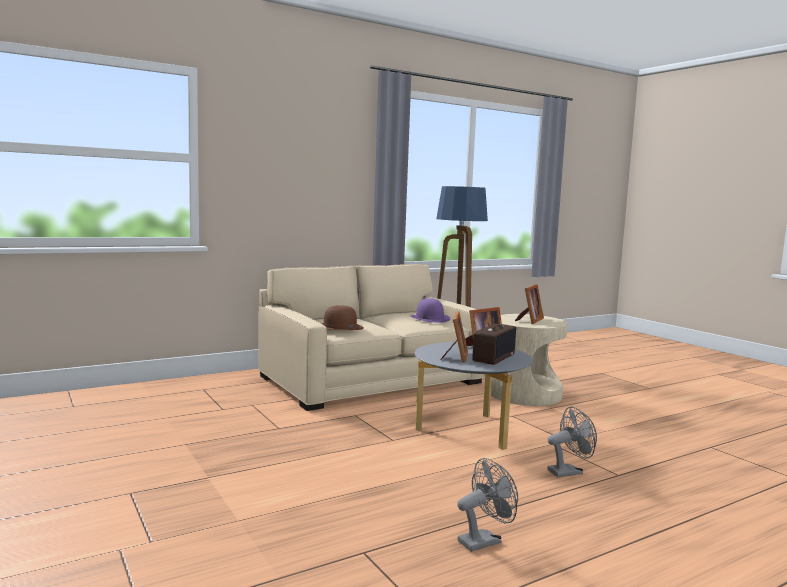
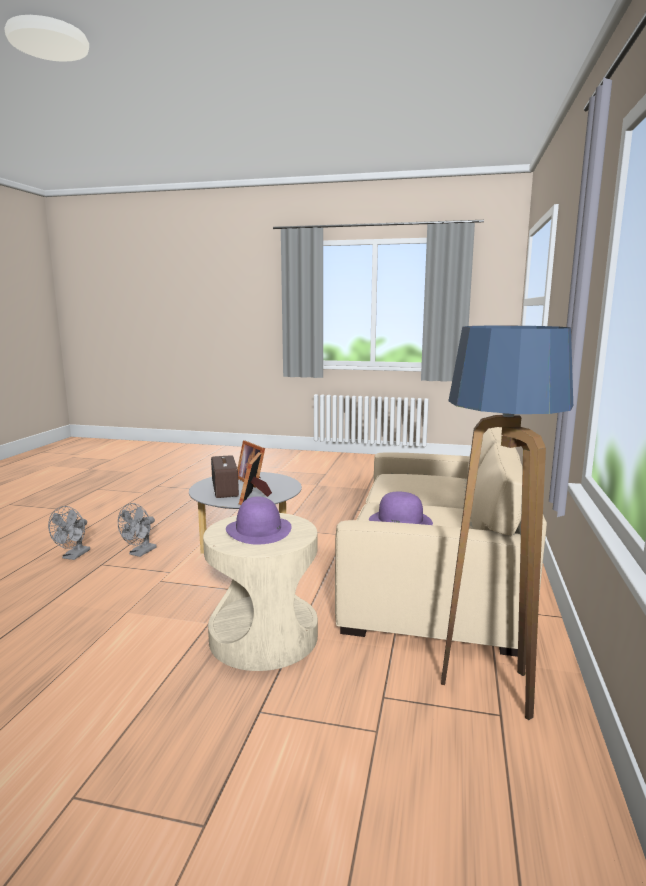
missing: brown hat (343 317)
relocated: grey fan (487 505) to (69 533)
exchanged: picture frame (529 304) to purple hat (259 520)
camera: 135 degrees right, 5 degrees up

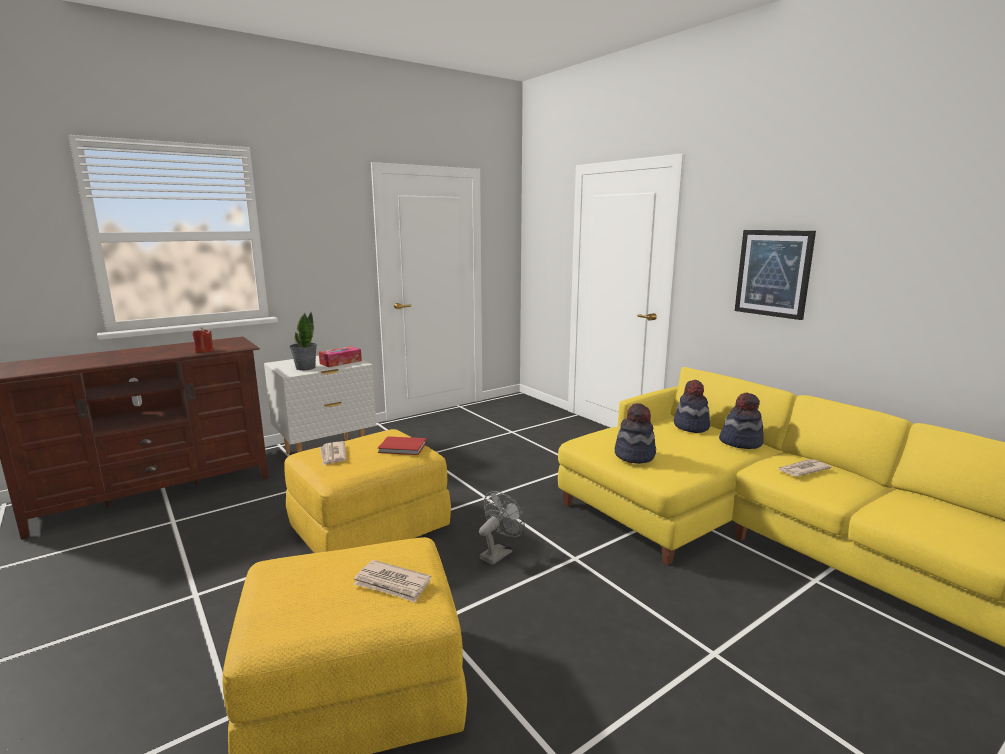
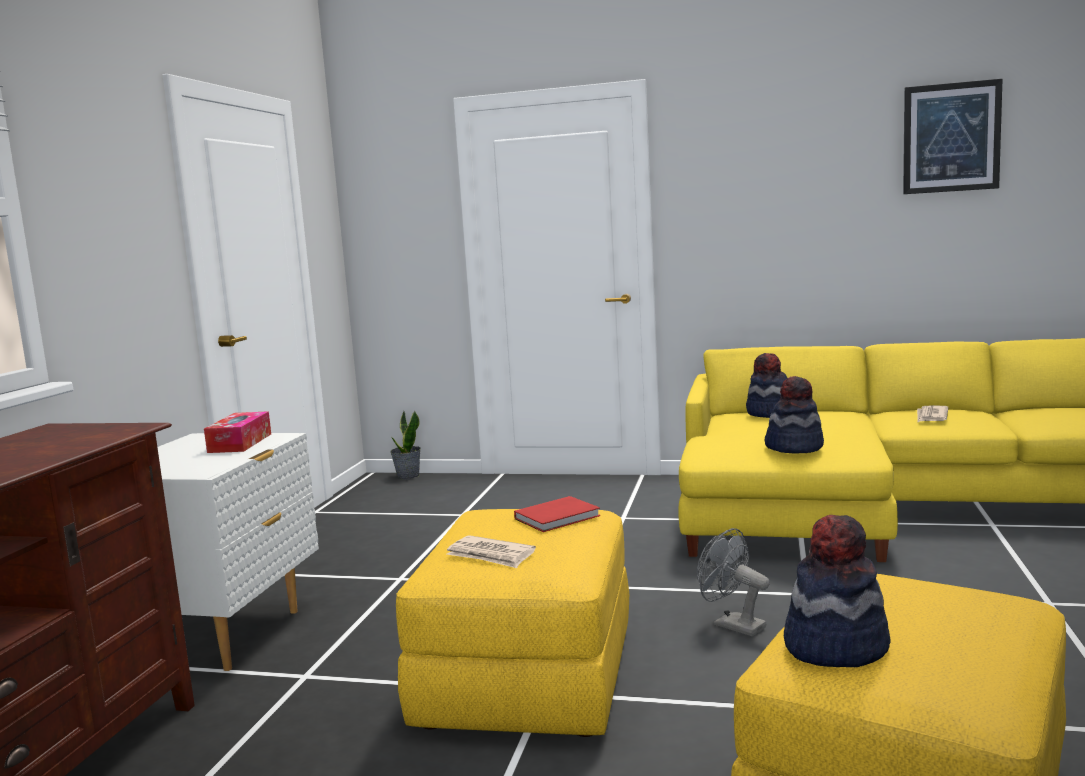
missing: red candle (203 340); newspaper (392 581)
relocated: potted plant (303 341) to (405 445); hat (741 420) to (837 591); picture (775 275) to (953 136)
spun: grey fan (502 528) = (733 582) 45 degrees counterclockwise
camera: 40 degrees left, 5 degrees down

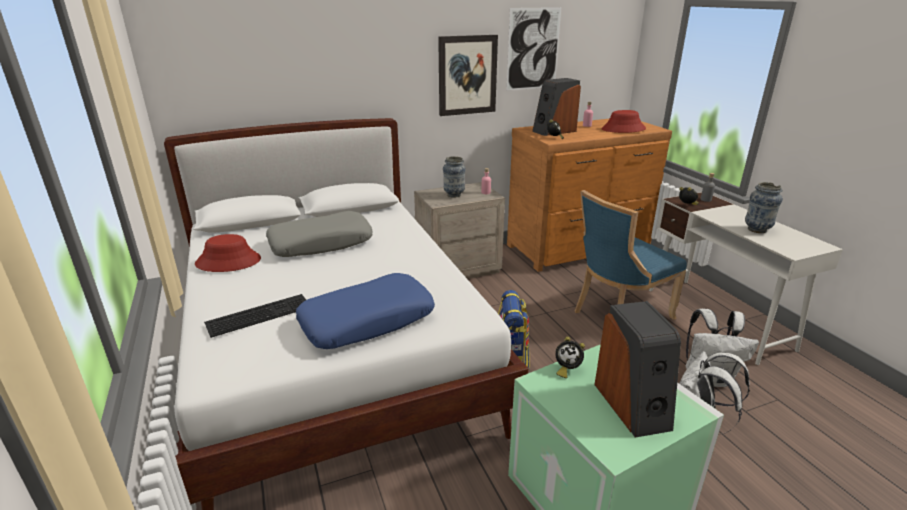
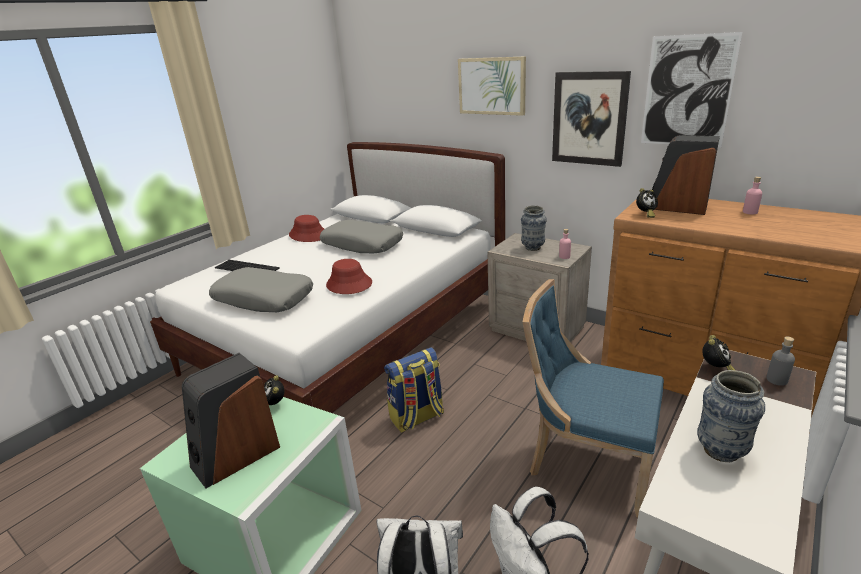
appeared: picture (492 86)
relocated: red hat (623 121) to (349 276)
colour: blue pillow (365 311) to grey pillow (261 289)
camera: 60 degrees right, 0 degrees up

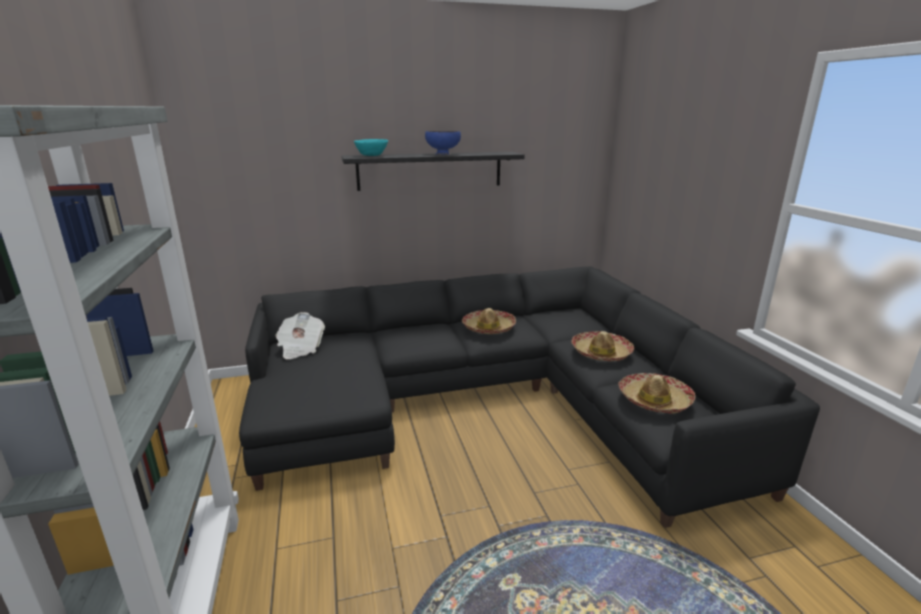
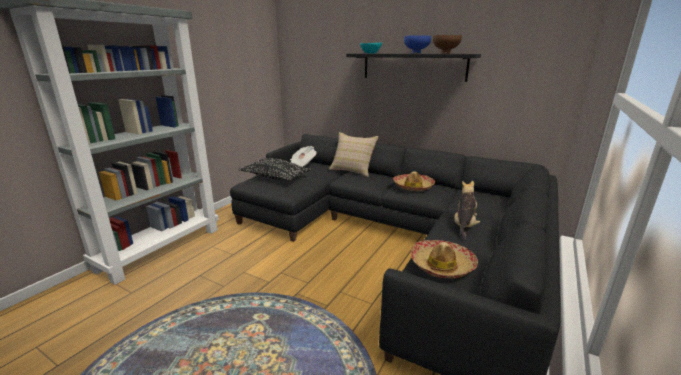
appeared: black pillow (275 169); beige pillow (354 154); brown bowl (447 44)
exchanged: hat (603 346) to plush toy (467 210)
camera: 45 degrees right, 0 degrees up

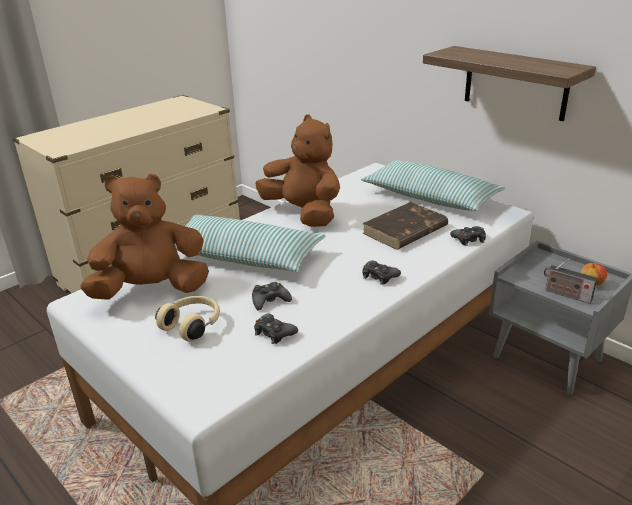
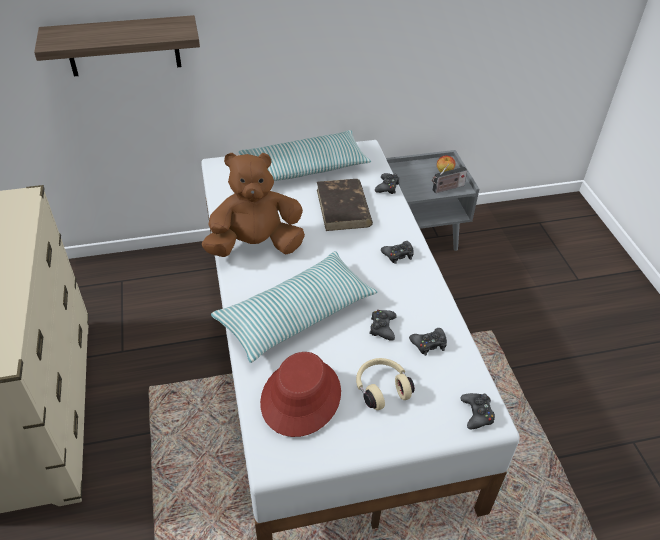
appeared: black game controller (477 411)
relocated: shelf (509 83) to (117 45)
exchanged: brown plush toy (144 237) to red hat (300 394)
camera: 60 degrees left, 15 degrees up

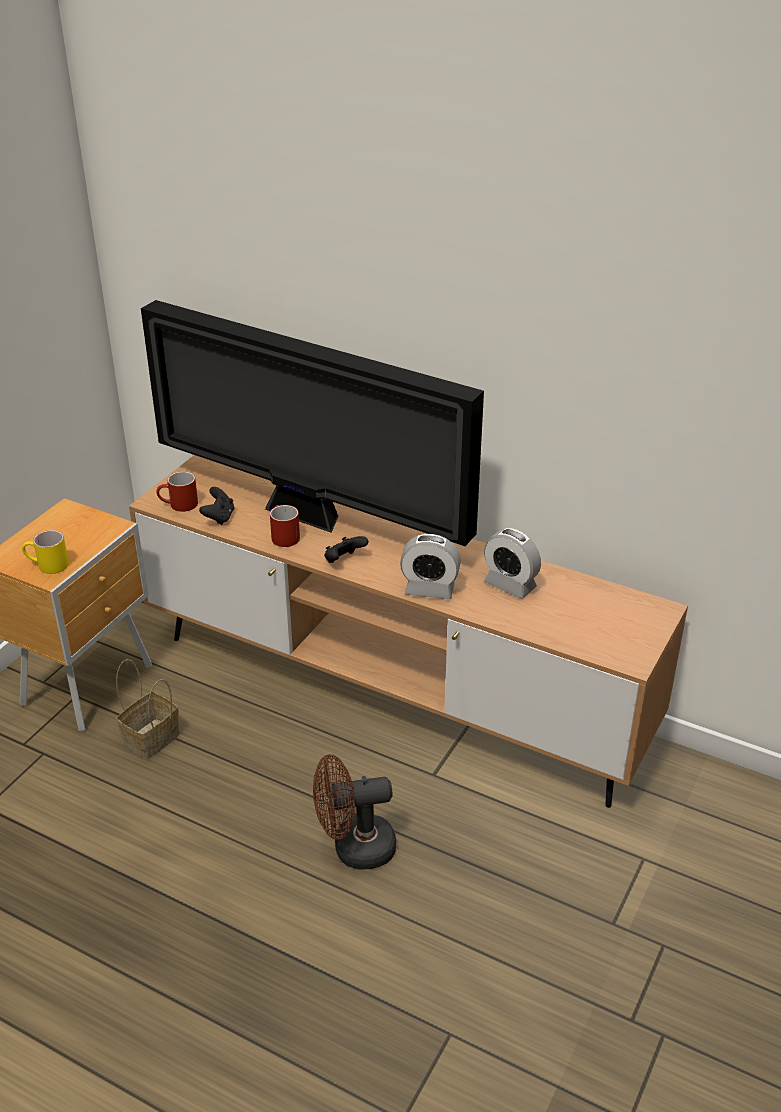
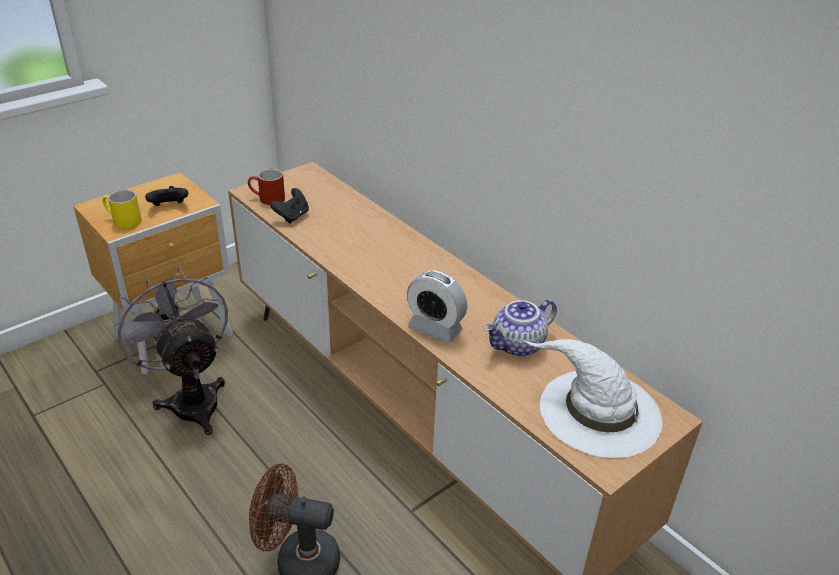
missing: television (312 423); red mug (285 526)
appeared: white hat (593 398)
relocated: black game controller (346 549) to (166 196)
exchanged: basket (148 709) to grey fan (170 351); alarm clock (512 563) to teapot (520 328)
camera: 20 degrees right, 0 degrees up

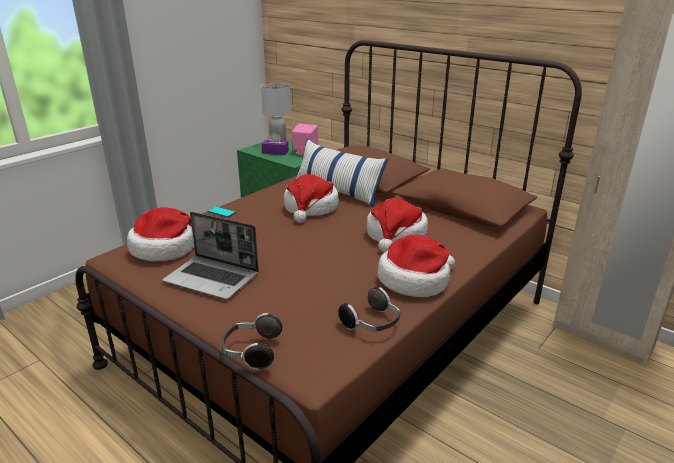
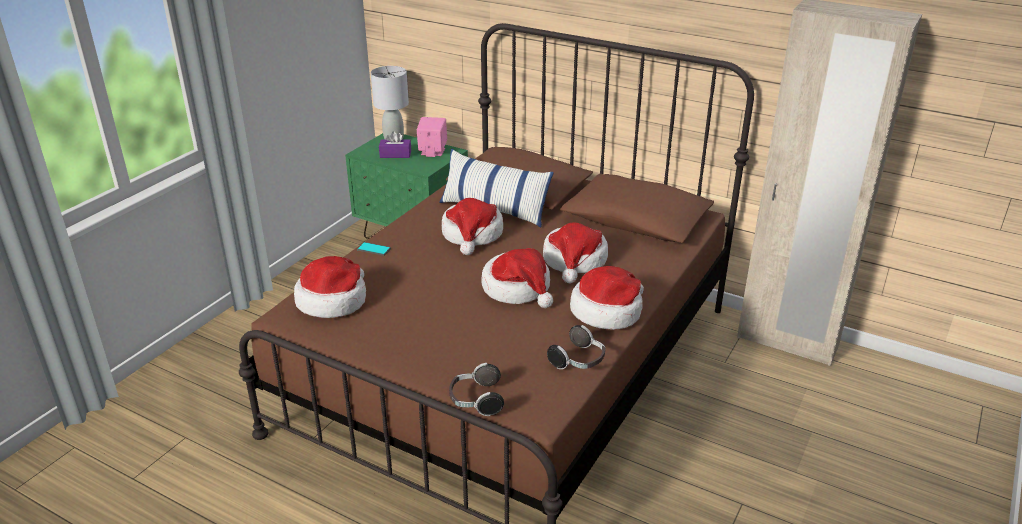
missing: laptop (211 256)
appeared: hat (517 278)
camera: 10 degrees left, 5 degrees up

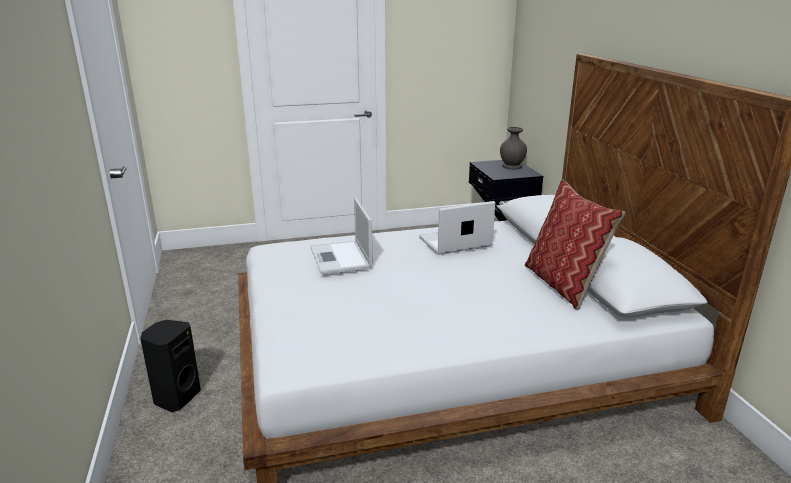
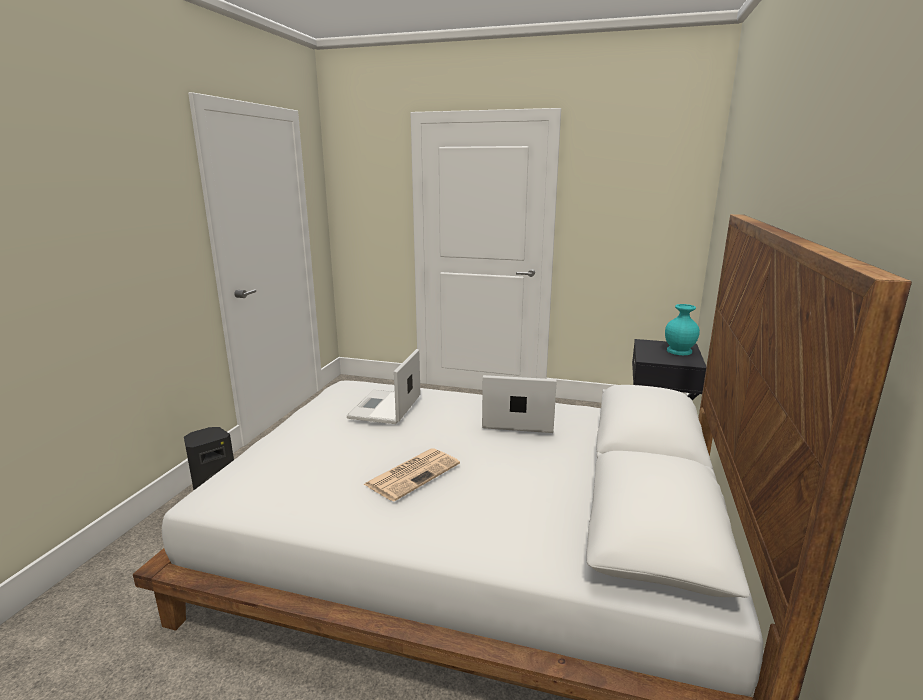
missing: pillow (575 244)
appeared: newspaper (412 475)
colour: grey vase (513 148) to turquoise vase (682 329)
camera: 30 degrees right, 5 degrees down

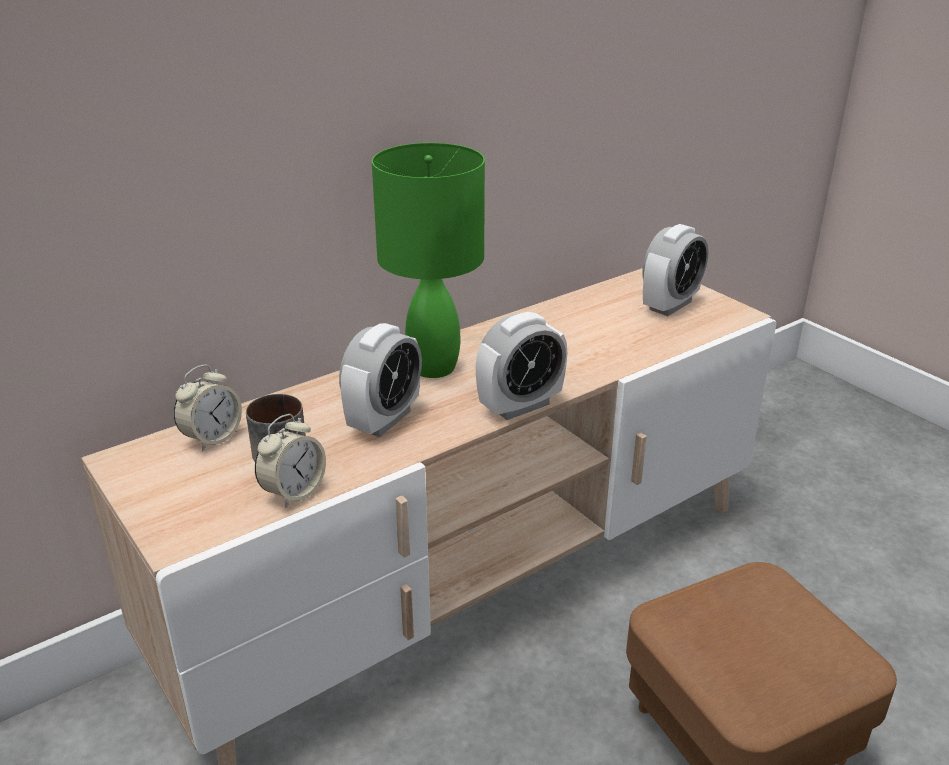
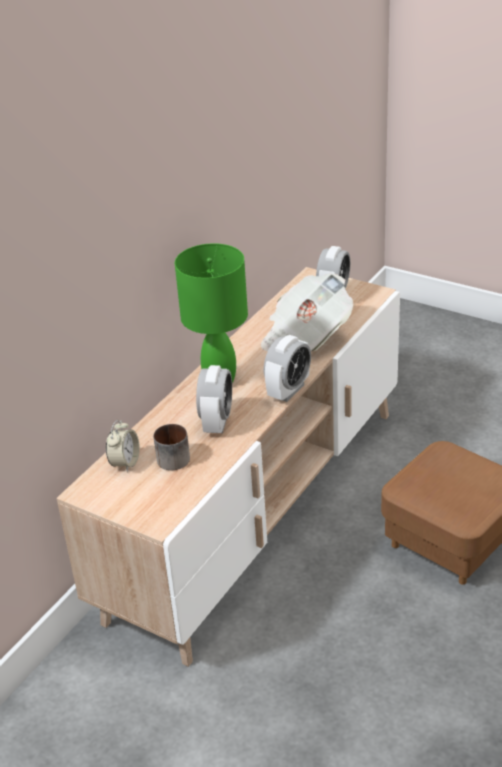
missing: alarm clock (290 461)
appeared: newspaper (306 313)
camera: 20 degrees left, 5 degrees up

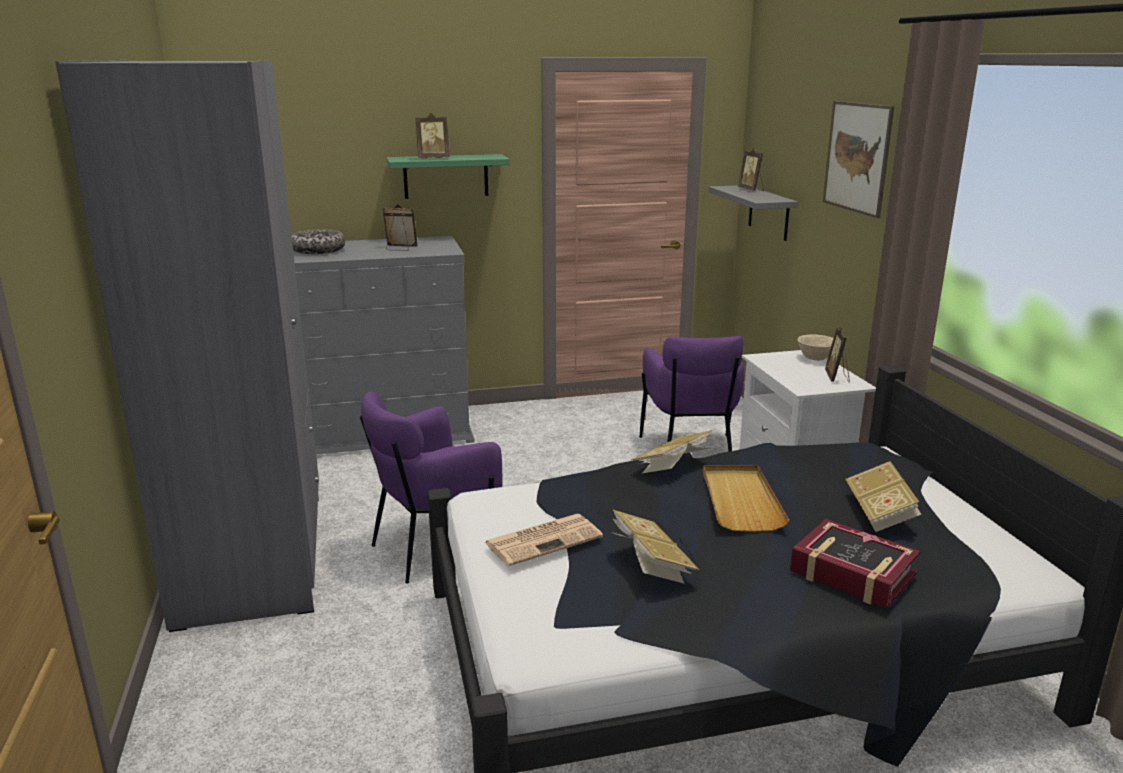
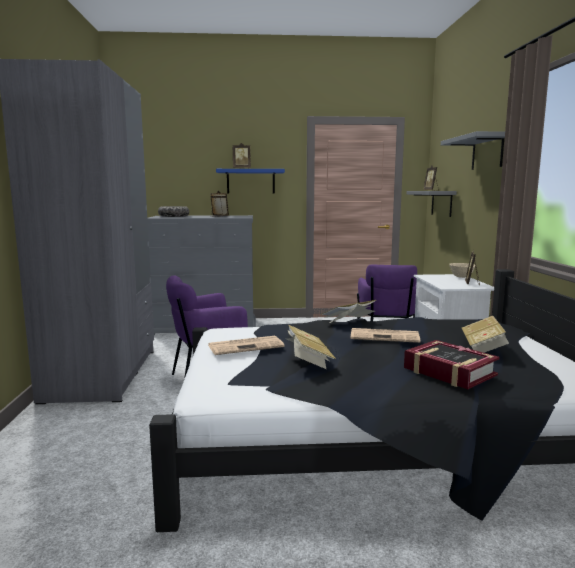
exchanged: beige tray (746 498) to newspaper (385 335); picture (858 159) to grey shelf (473 150)
colour: green shelf (448 176) to blue shelf (250 181)
camera: 10 degrees right, 10 degrees down

